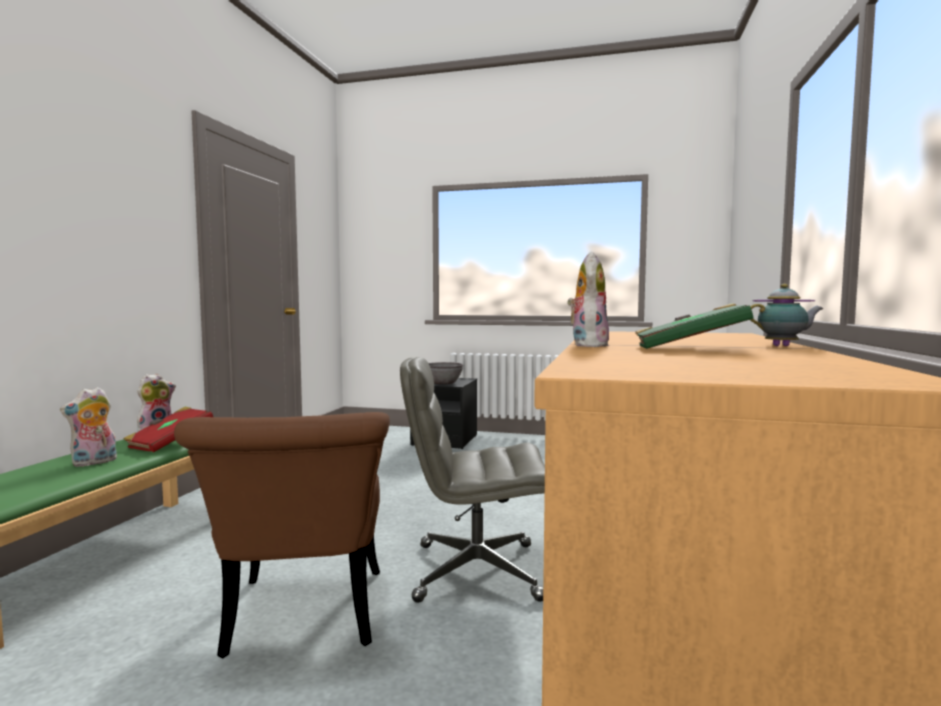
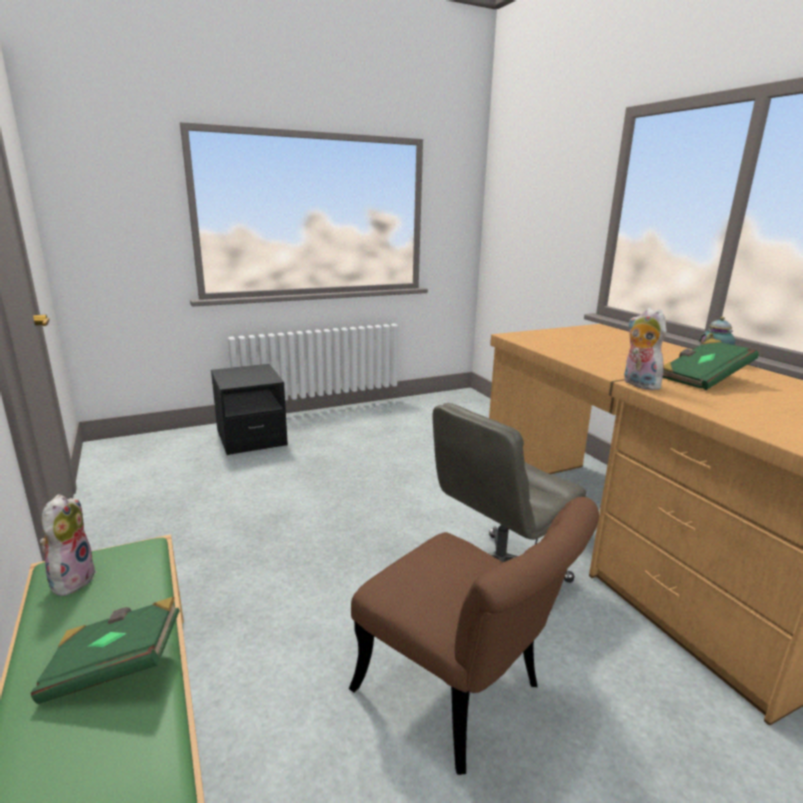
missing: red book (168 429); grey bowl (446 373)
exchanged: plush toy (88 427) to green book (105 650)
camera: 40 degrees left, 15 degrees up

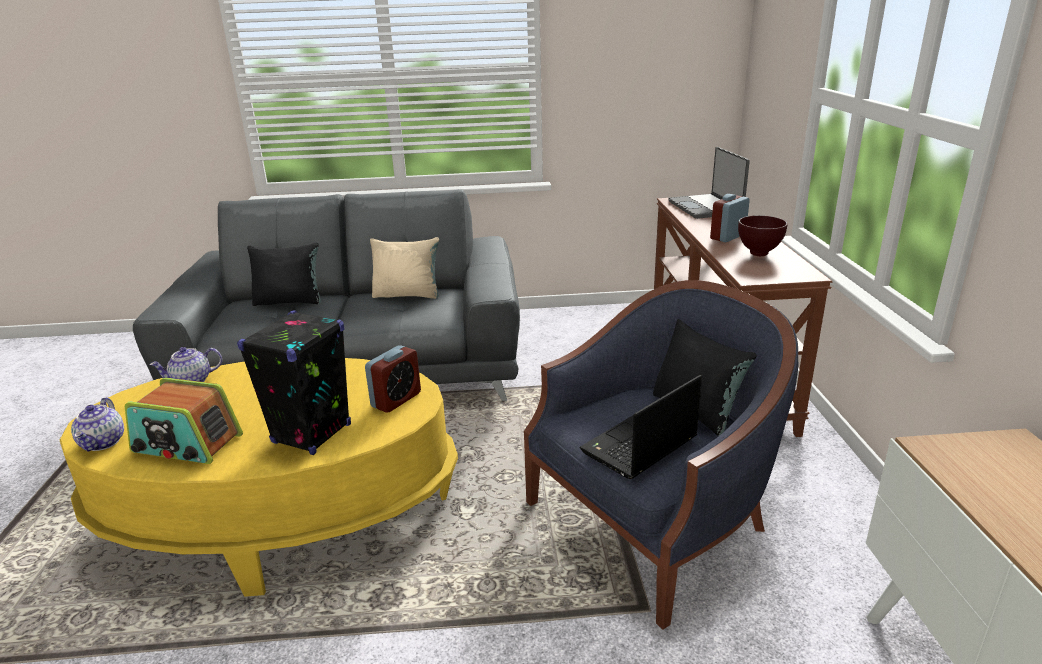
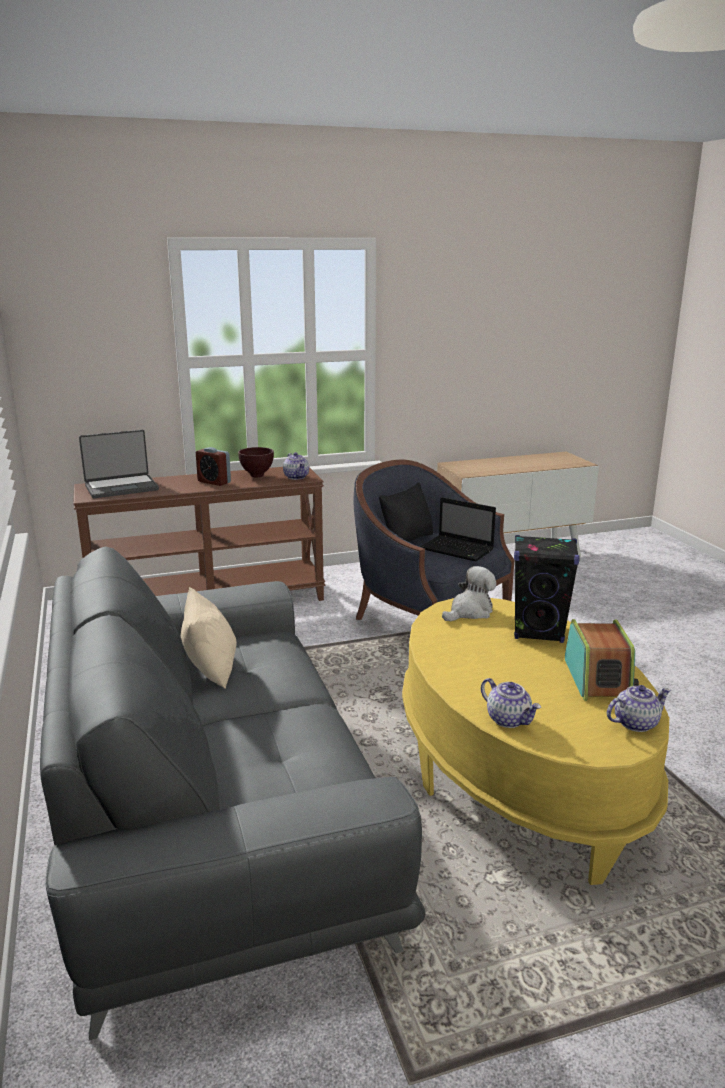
missing: black pillow (284 274)
appeared: teapot (296 466)
exchanged: alarm clock (393 379) to plush toy (469 593)
camera: 105 degrees left, 5 degrees down

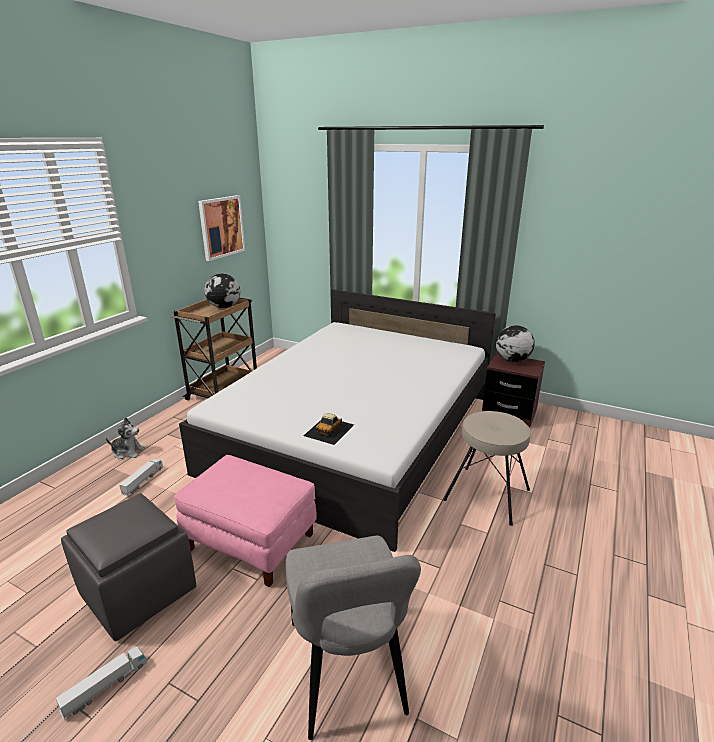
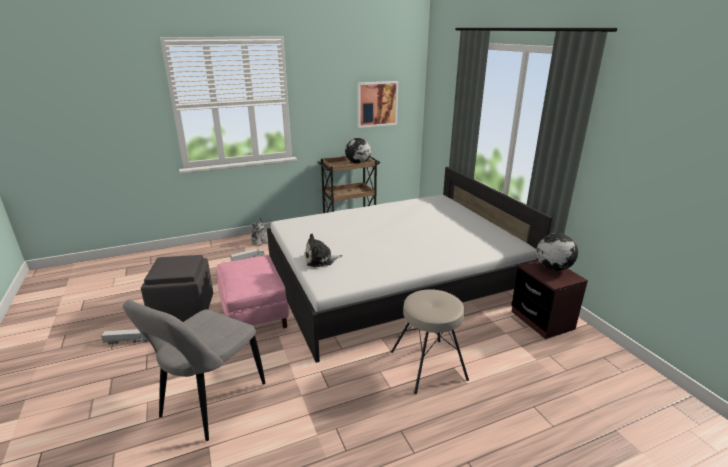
exchanged: toy car (329 429) to plush toy (323 250)
camera: 40 degrees right, 0 degrees up

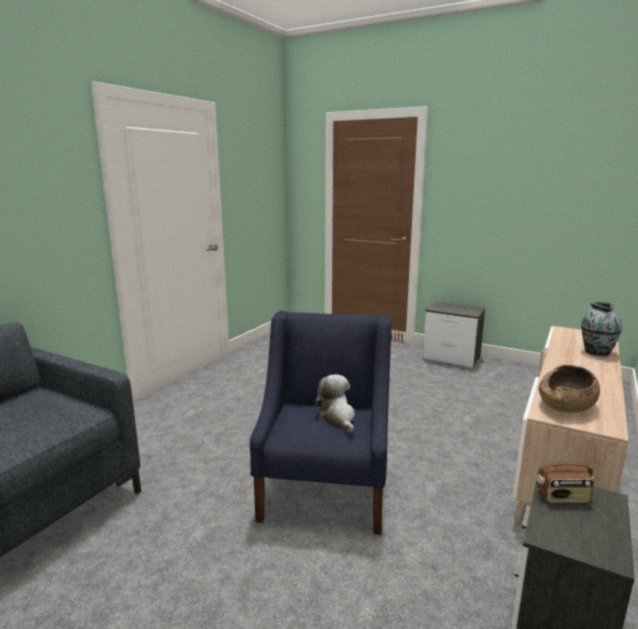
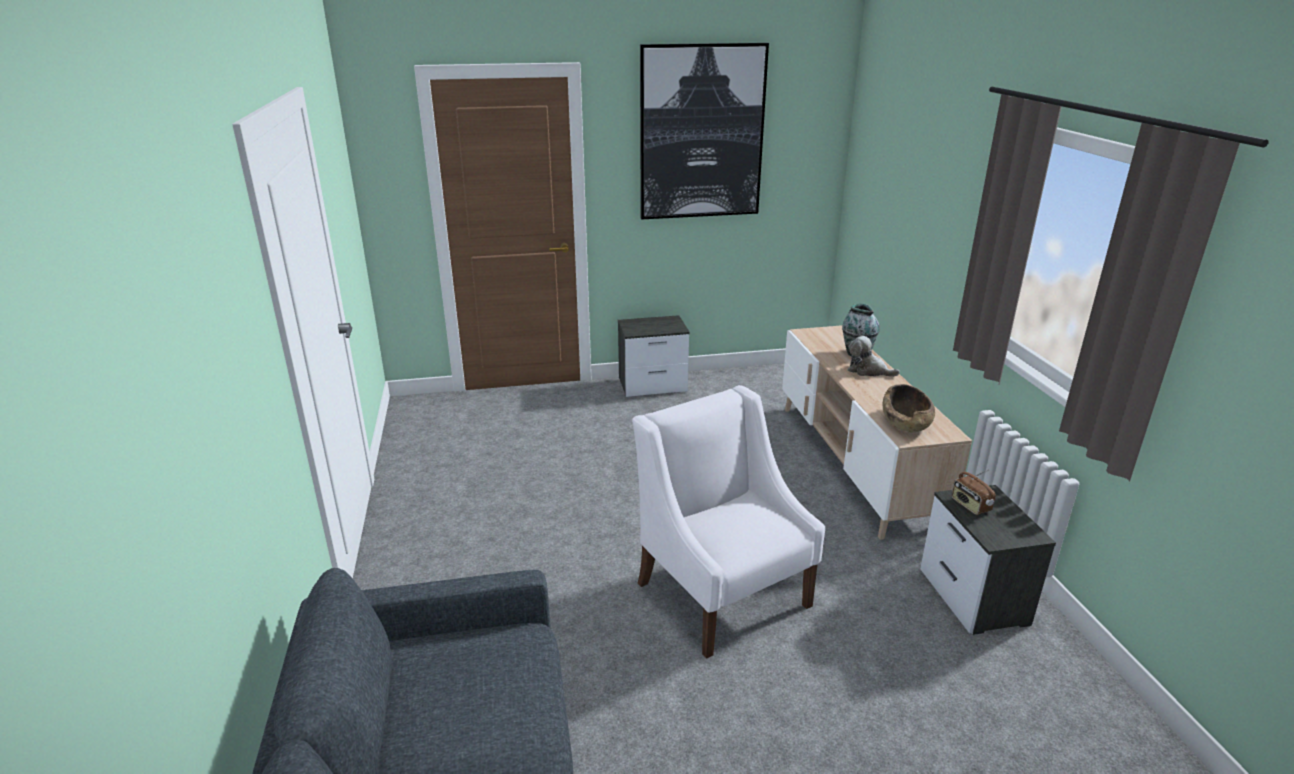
appeared: picture (704 131)
relocated: plush toy (335 403) to (874 356)
colour: blue armchair (320 423) to white armchair (728 522)
spun: radio (566 474) = (973 492) 105 degrees clockwise
camera: 40 degrees left, 10 degrees up

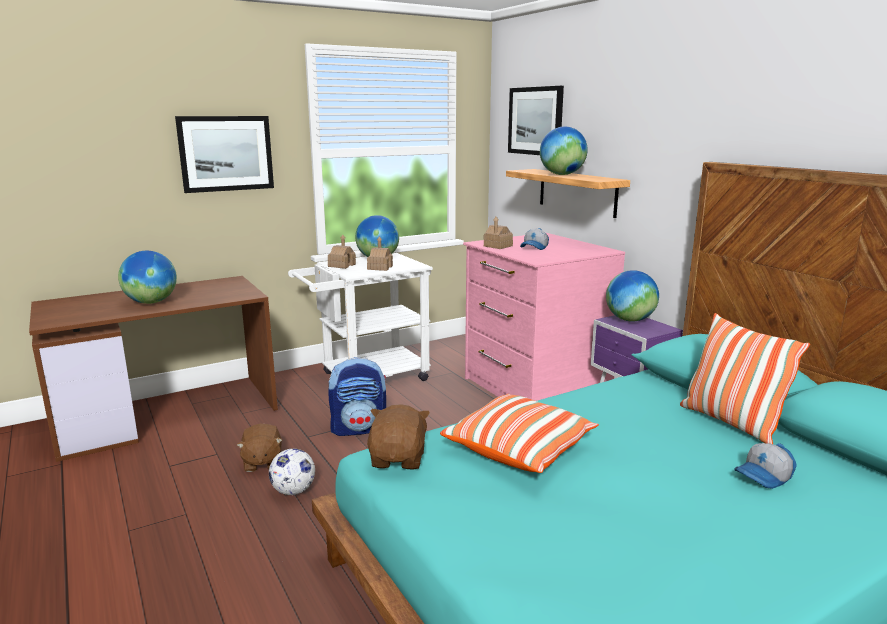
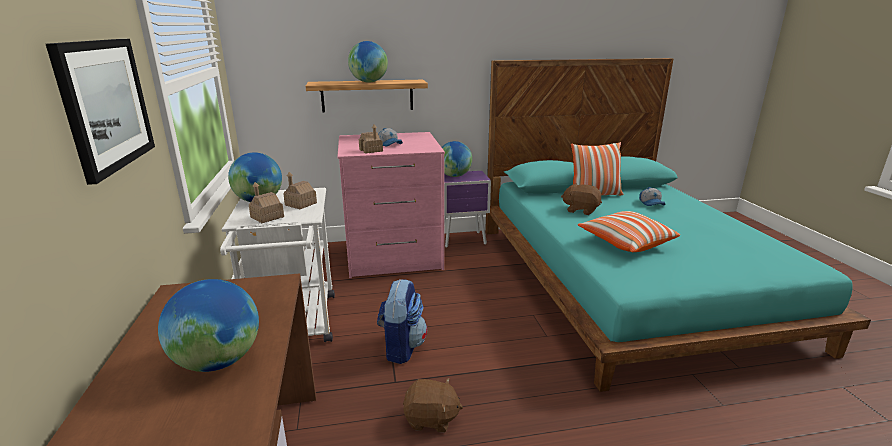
missing: football (292 471); picture (536 120)
relocated: brown plush toy (398 436) to (581 199)
camera: 70 degrees left, 5 degrees up

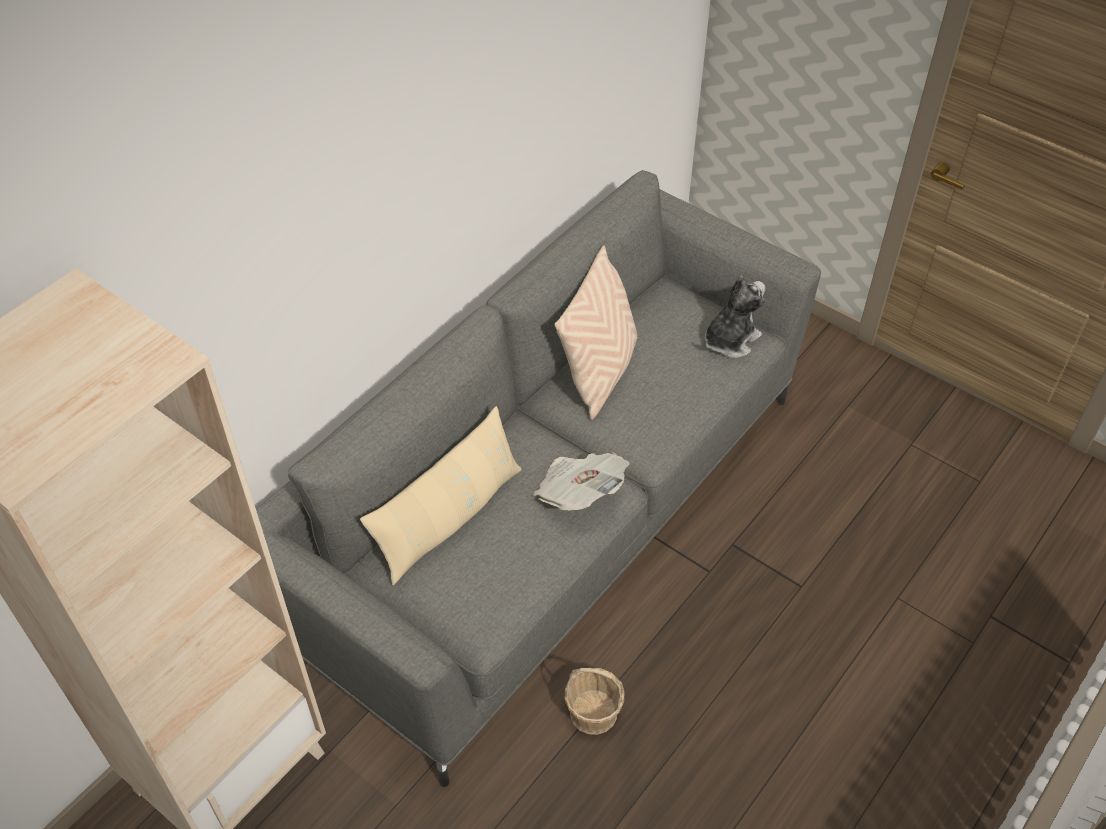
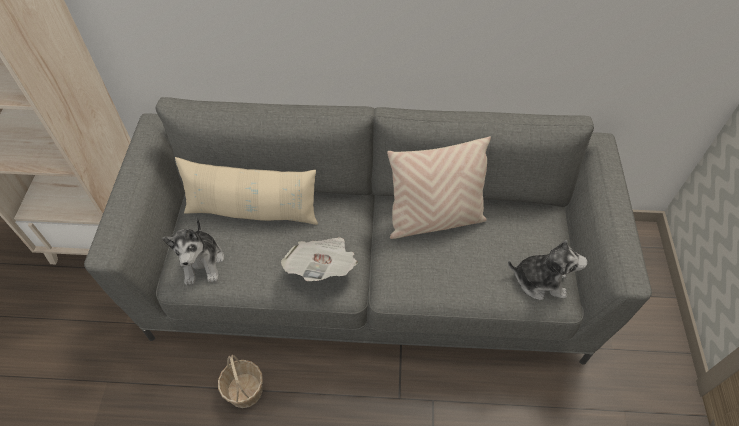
appeared: plush toy (193 251)
camera: 55 degrees right, 5 degrees up

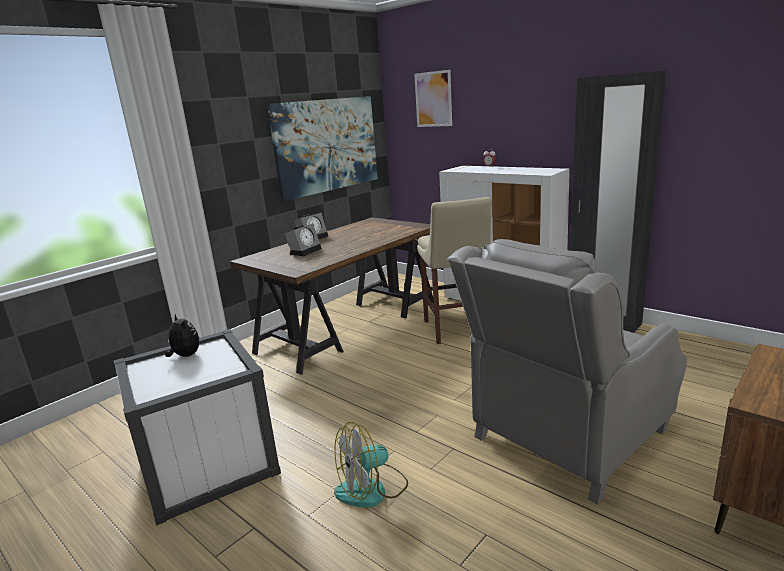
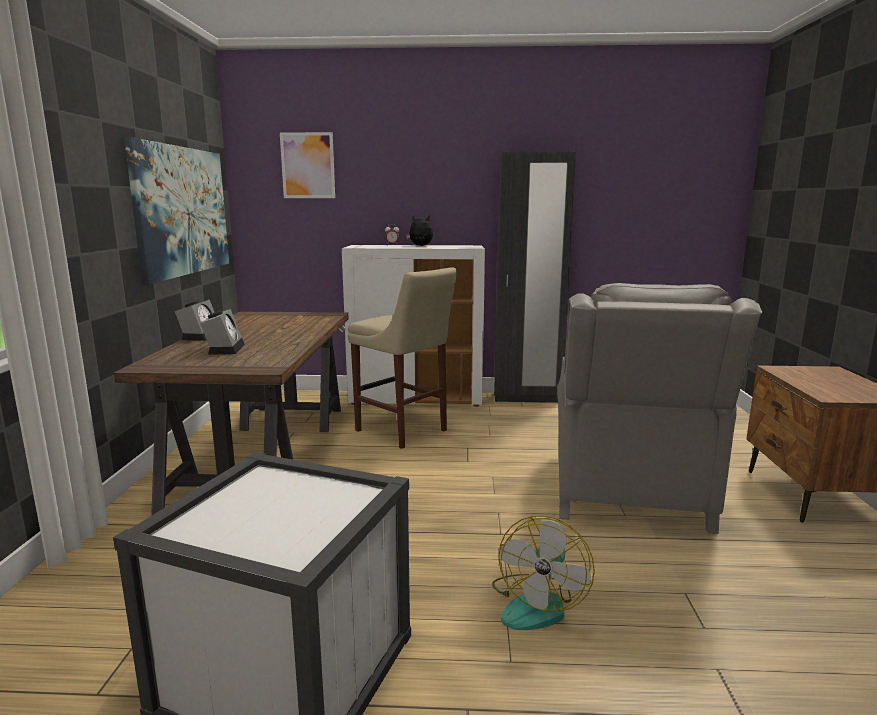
relocated: plush toy (182 335) to (419 230)
camera: 40 degrees left, 5 degrees down

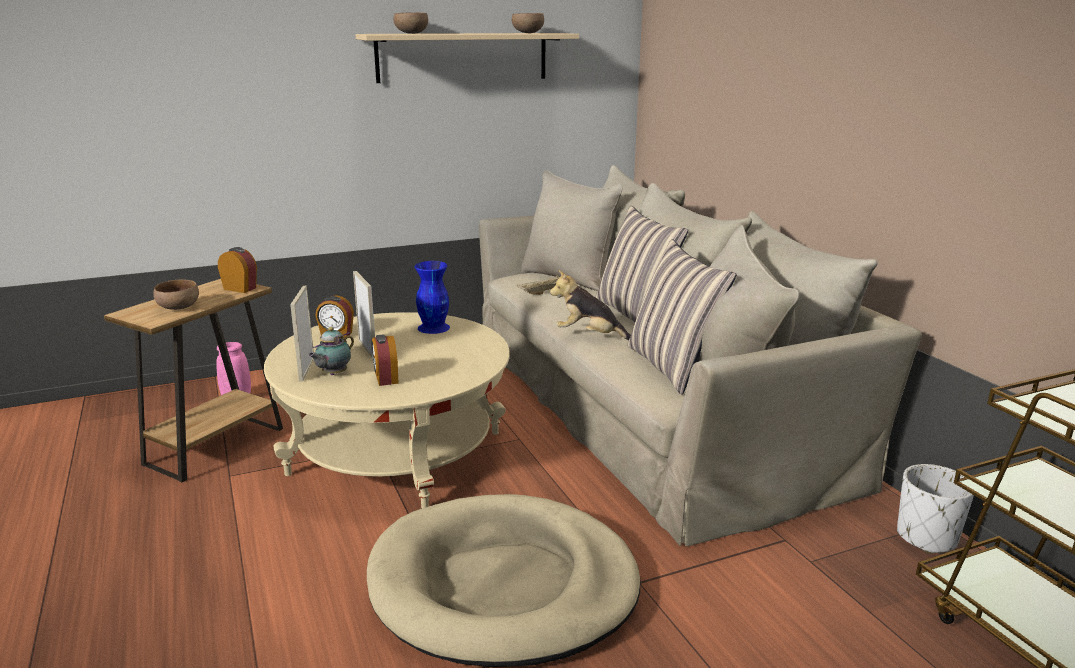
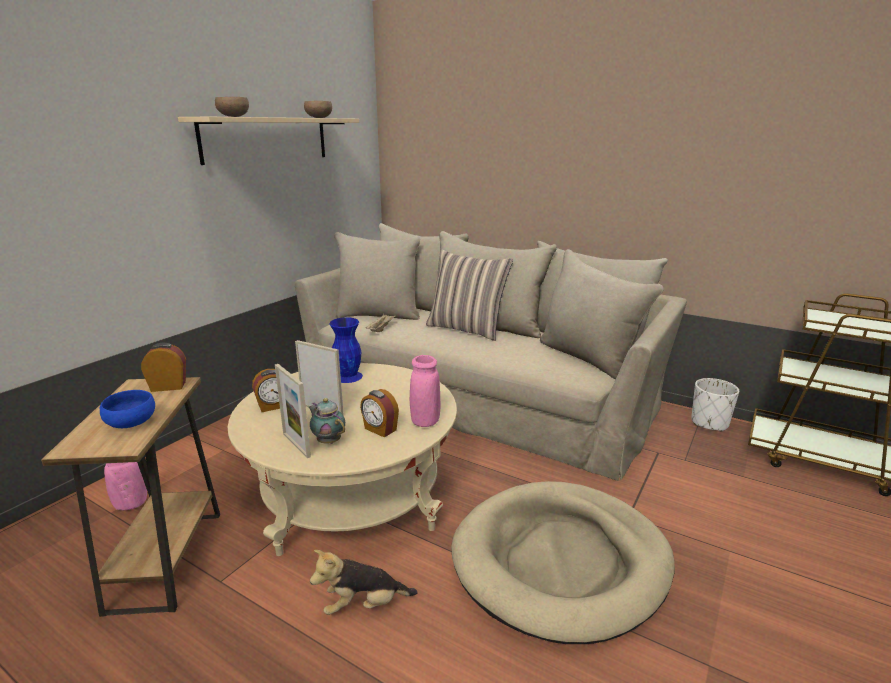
missing: pillow (681 316)
appeared: pink vase (425 391)
relocated: plush toy (590 305) to (363 582)
colour: brown bowl (176 294) to blue bowl (127 409)
spun: teapot (331 351) = (326 421) 135 degrees clockwise
camera: 35 degrees left, 0 degrees up

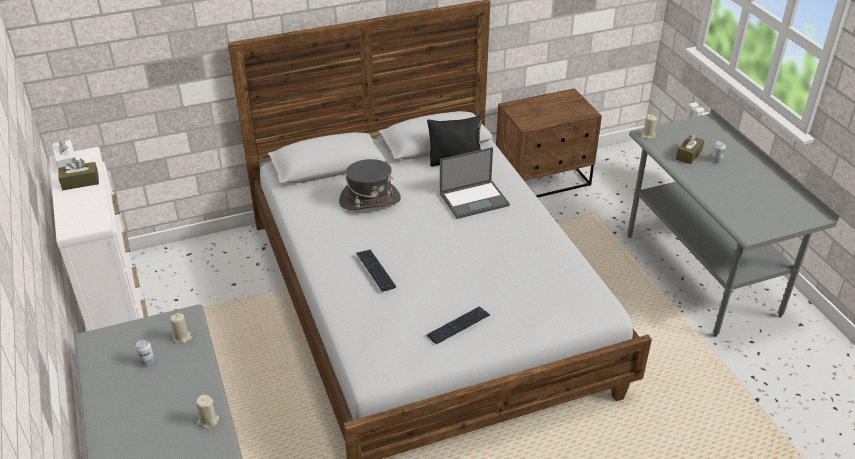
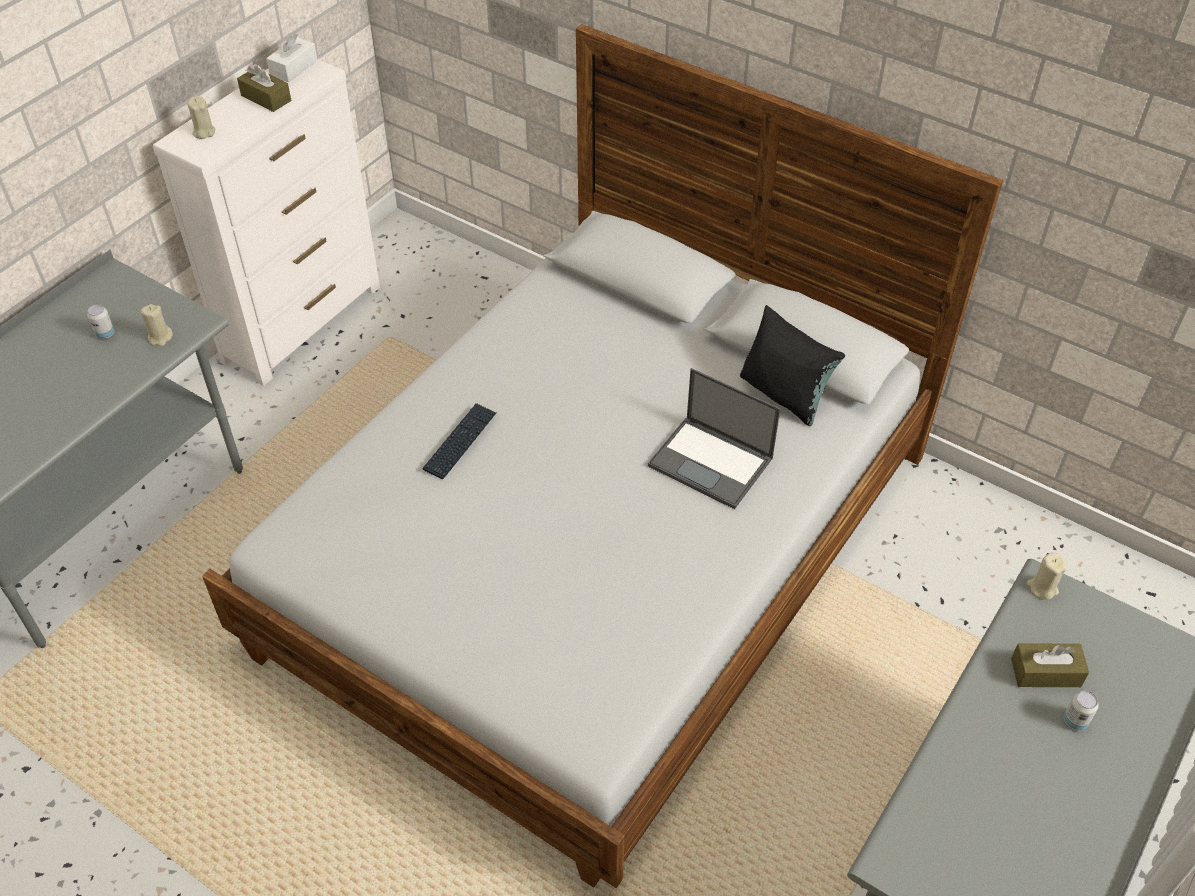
missing: grey hat (370 184); keyboard (458 325); brown nightstand (549 143)
relocated: beige candle (207 412) to (201 117)
camera: 55 degrees right, 10 degrees up

